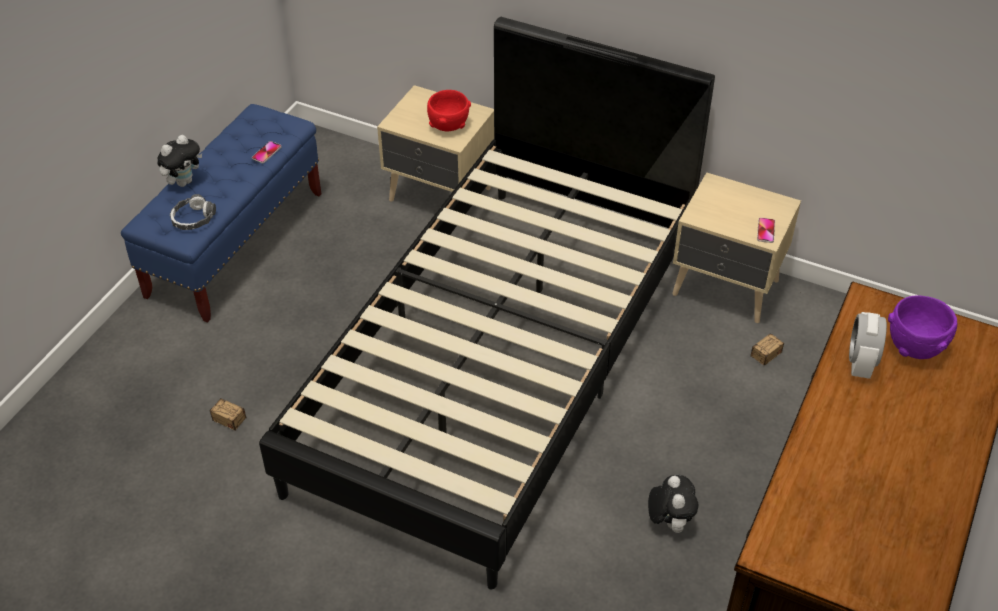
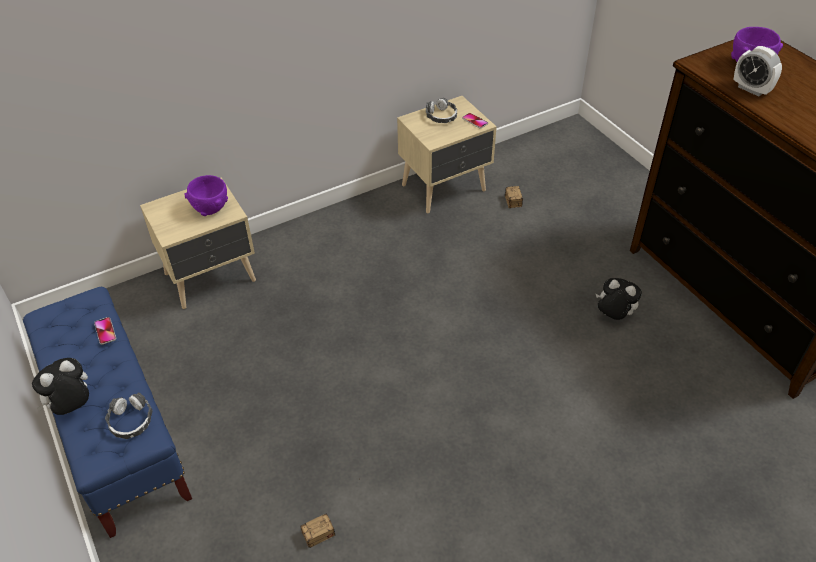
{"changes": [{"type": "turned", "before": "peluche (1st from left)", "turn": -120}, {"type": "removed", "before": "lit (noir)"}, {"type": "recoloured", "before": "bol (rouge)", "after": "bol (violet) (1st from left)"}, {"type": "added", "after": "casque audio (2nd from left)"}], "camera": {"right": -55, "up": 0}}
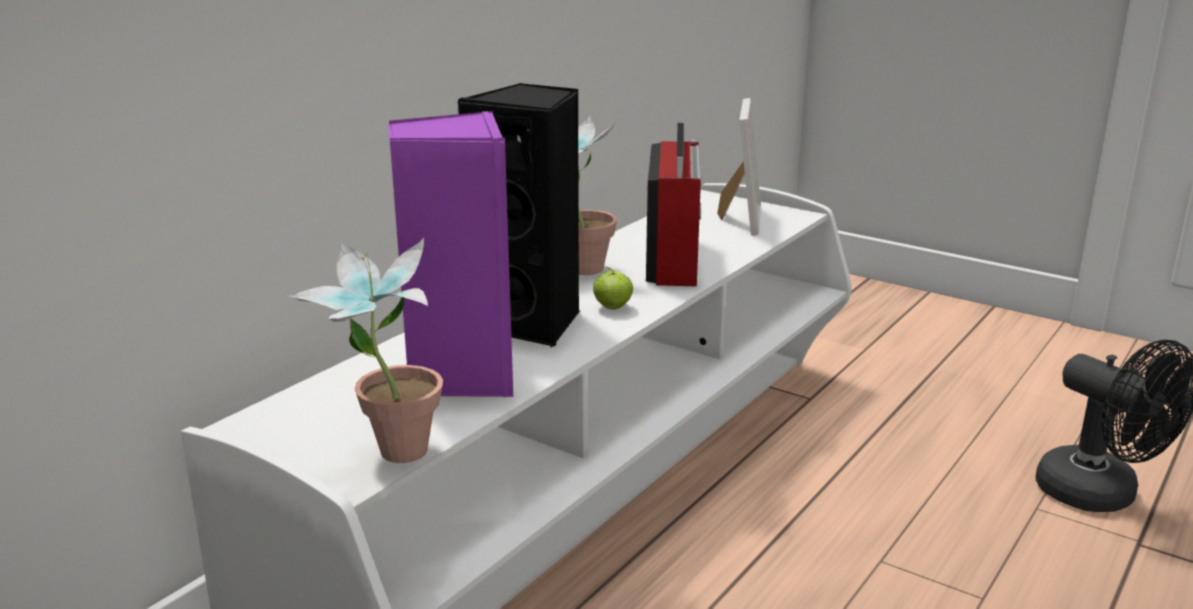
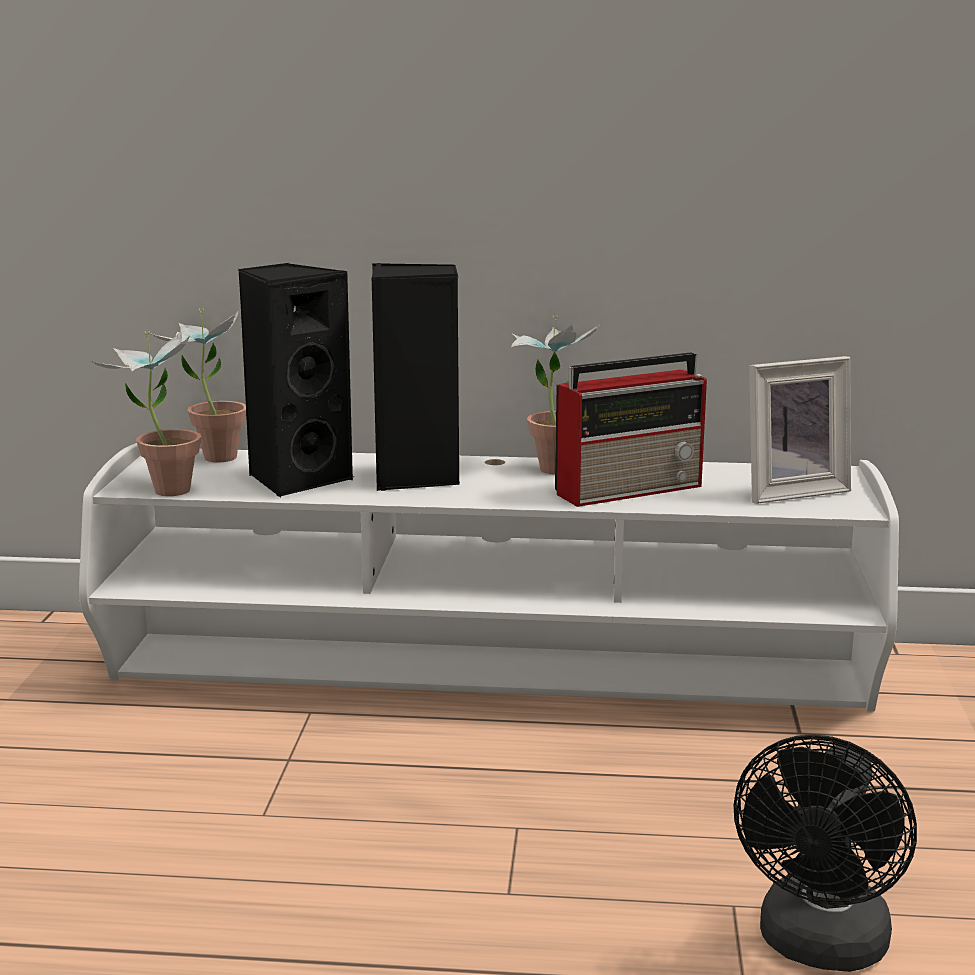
{"changes": [{"type": "recoloured", "before": "enceinte (violet)", "after": "enceinte (noir) (1st from left)"}, {"type": "removed", "before": "pomme"}, {"type": "added", "after": "plante en pot (2nd from left)"}], "camera": {"right": 60, "up": -5}}
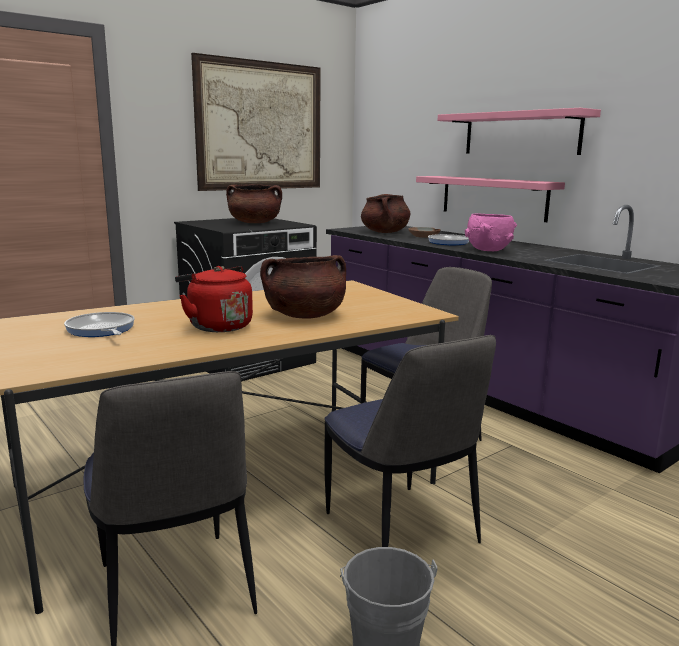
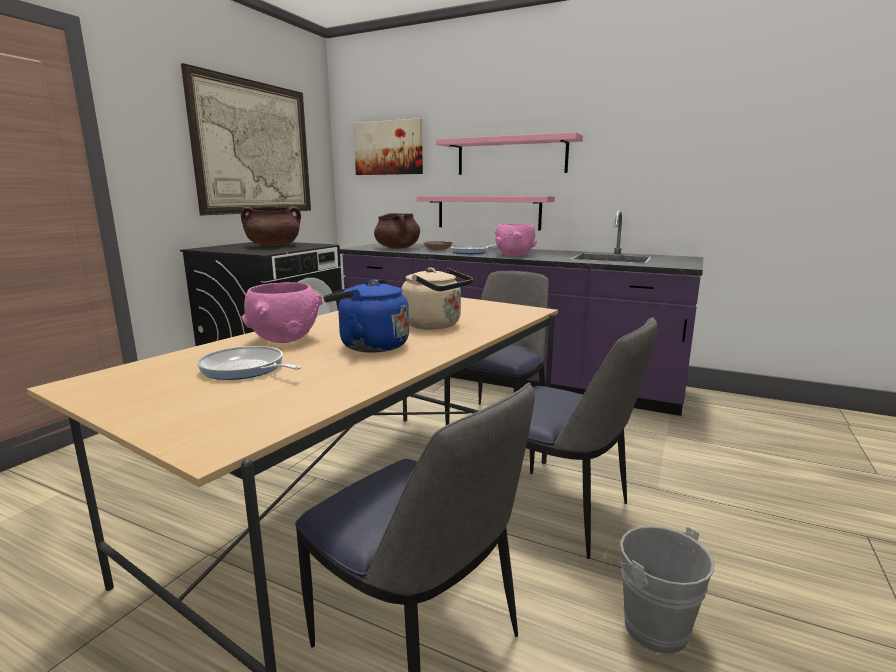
{"changes": [{"type": "recoloured", "before": "bouilloire (rouge)", "after": "bouilloire (bleu)"}, {"type": "replaced", "before": "marmite (marron) (2nd from left)", "after": "bouilloire (beige)"}, {"type": "added", "after": "bol (rose) (1st from left)"}, {"type": "added", "after": "tableau (2nd from left)"}], "camera": {"right": -25, "up": 0}}
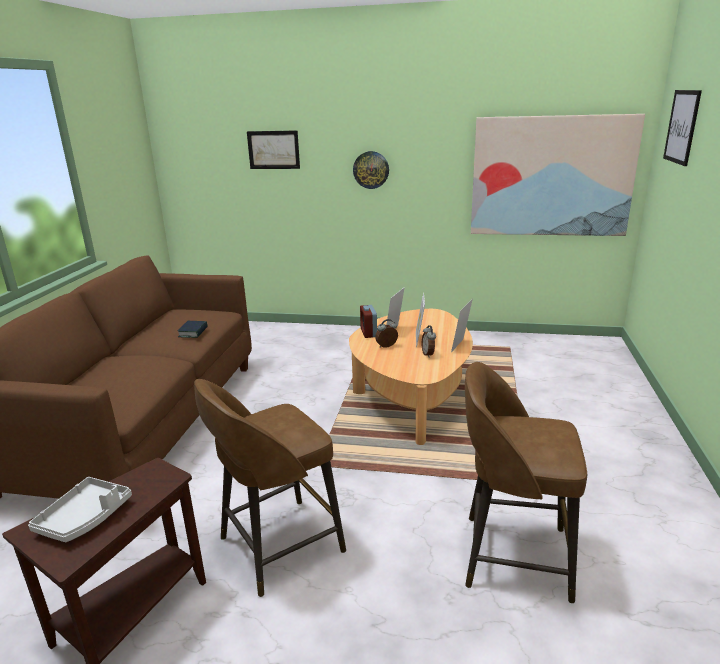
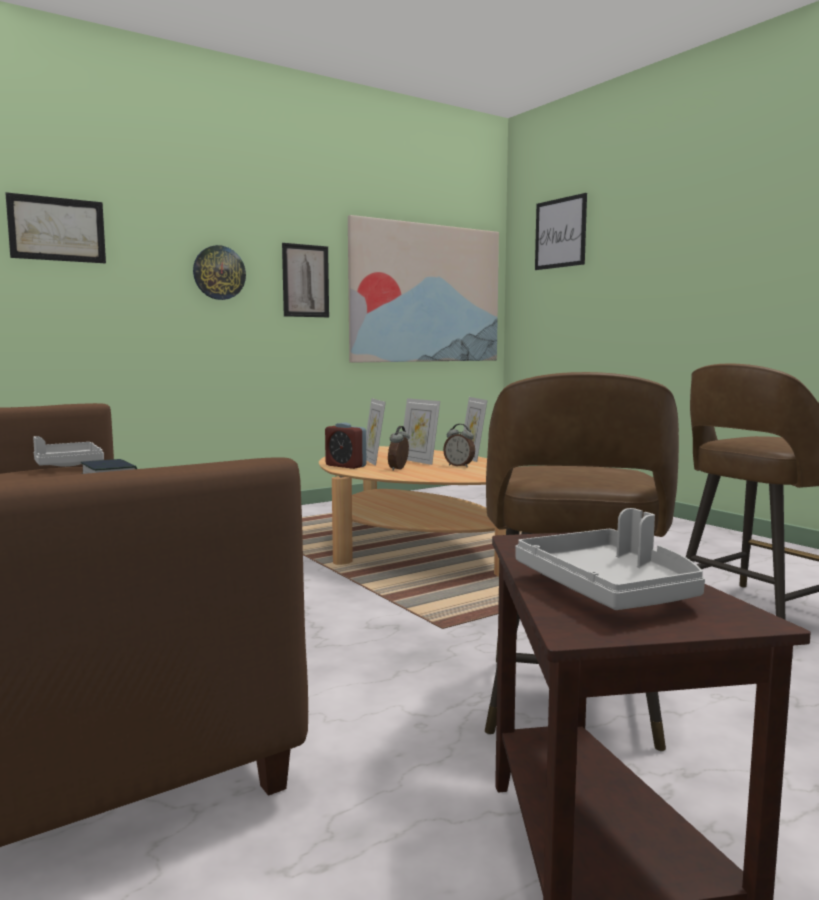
{"changes": [{"type": "added", "after": "plateau (gris) (1st from left)"}, {"type": "added", "after": "tableau (2nd from left)"}], "camera": {"right": -45, "up": -15}}
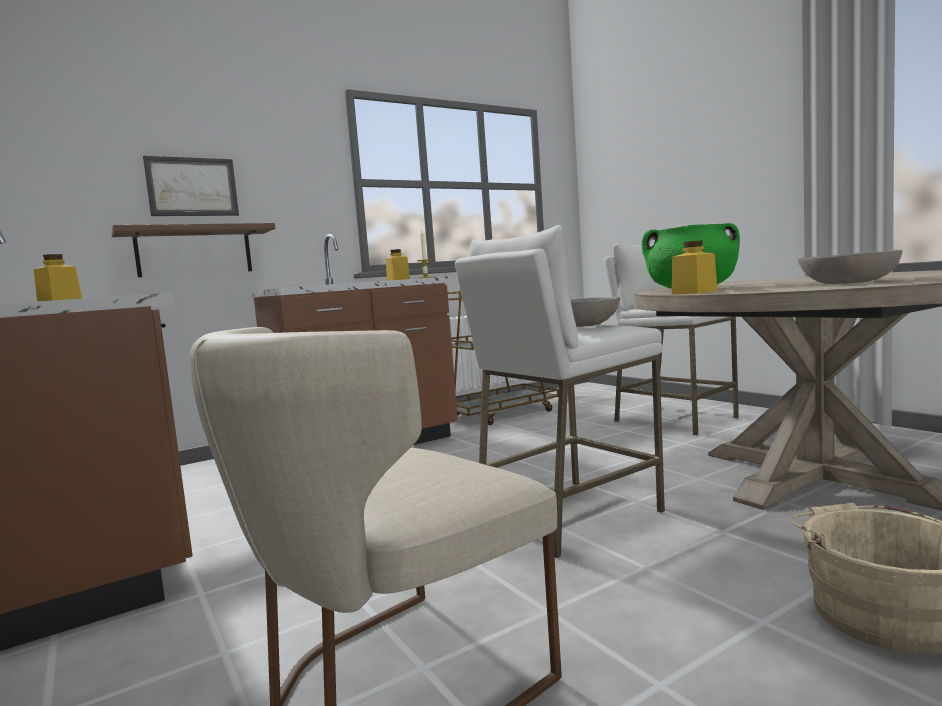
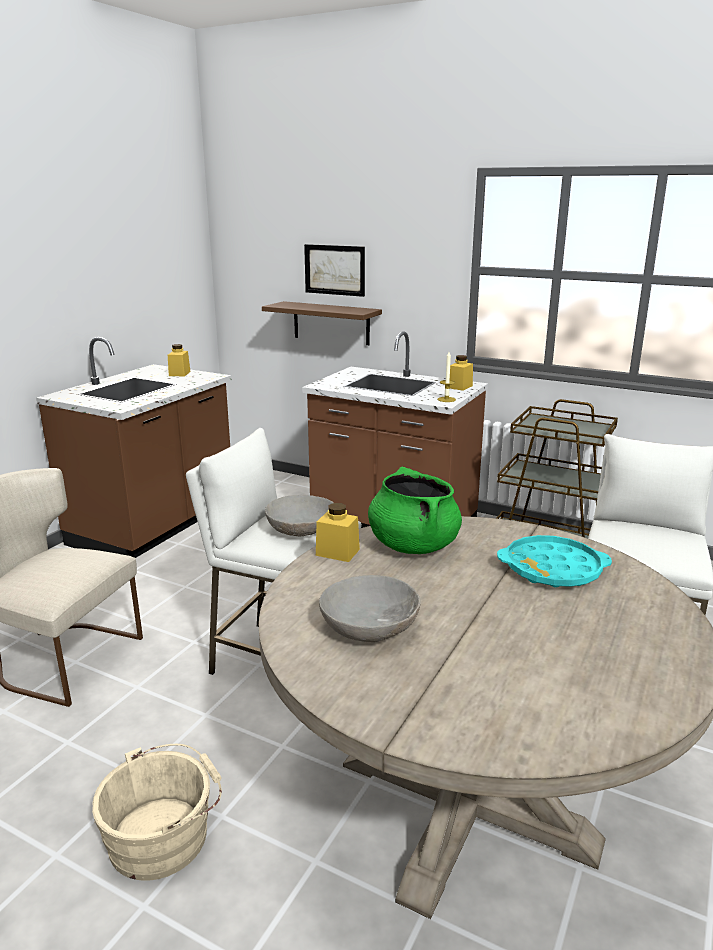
{"changes": [{"type": "added", "after": "plateau (turquoise)"}], "camera": {"right": 60, "up": 15}}
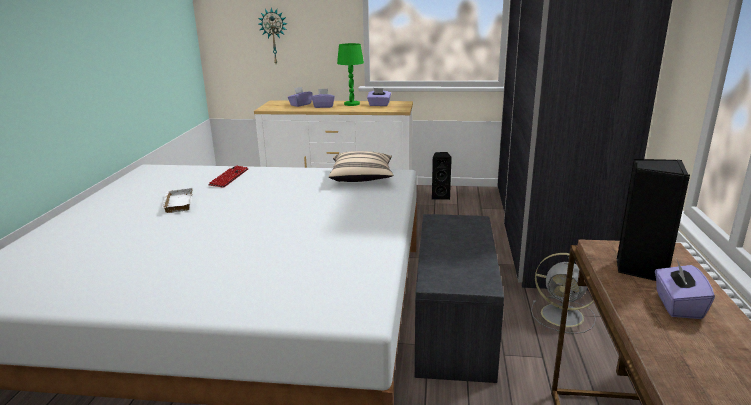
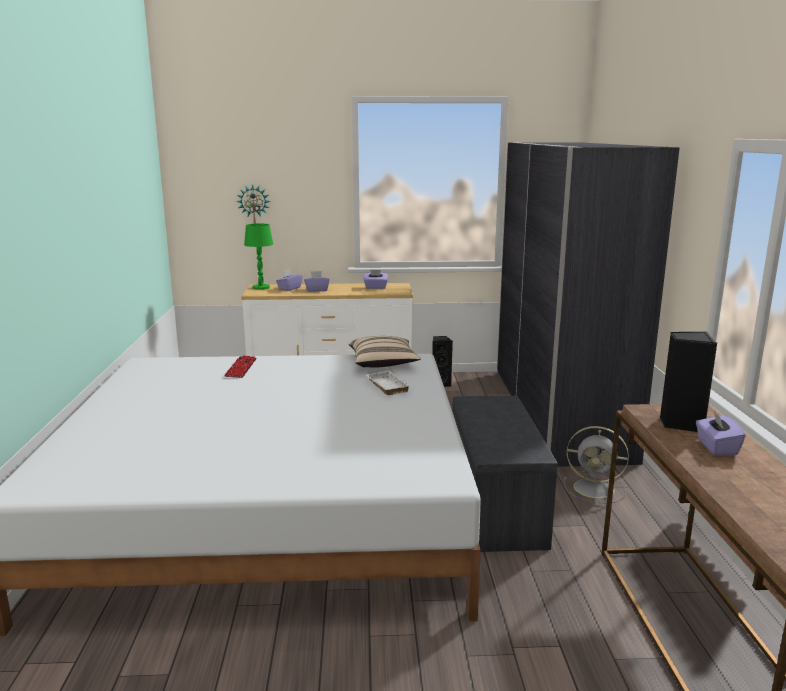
{"changes": [{"type": "moved", "before": "plateau (blanc)"}, {"type": "moved", "before": "lampe de table (vert)"}], "camera": {"right": -10, "up": -5}}
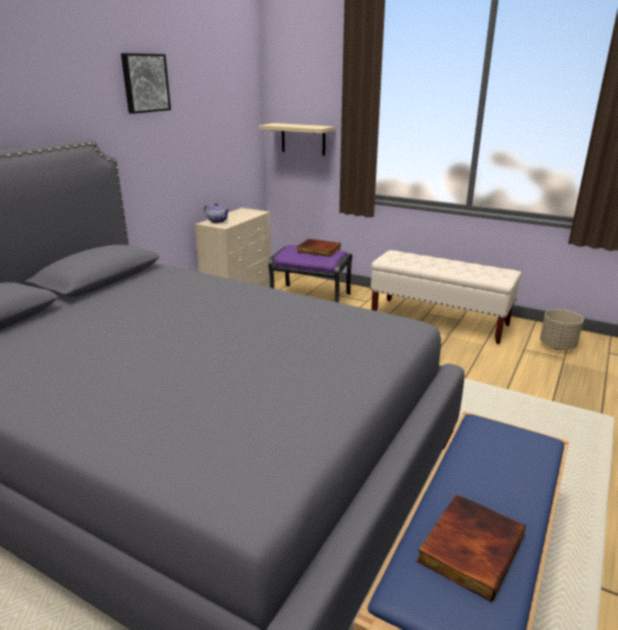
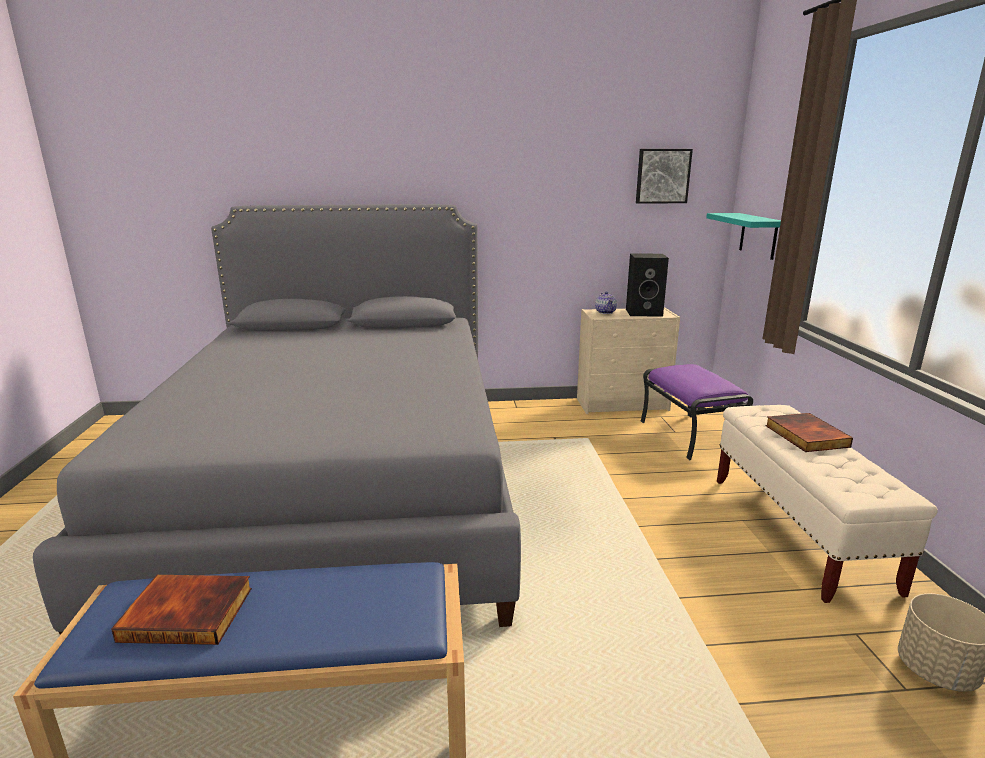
{"changes": [{"type": "moved", "before": "tableau"}, {"type": "recoloured", "before": "étagère (beige)", "after": "étagère (turquoise)"}, {"type": "moved", "before": "livre (1st from left in the first image)", "after": "livre (2nd from left)"}, {"type": "added", "after": "enceinte (noir)"}], "camera": {"right": 55, "up": -5}}
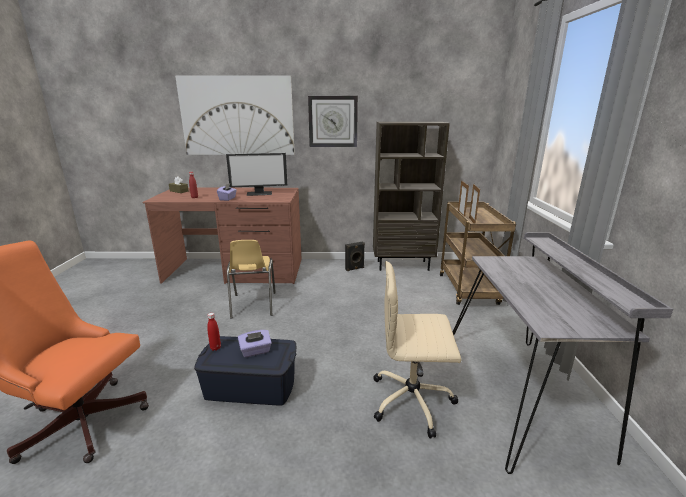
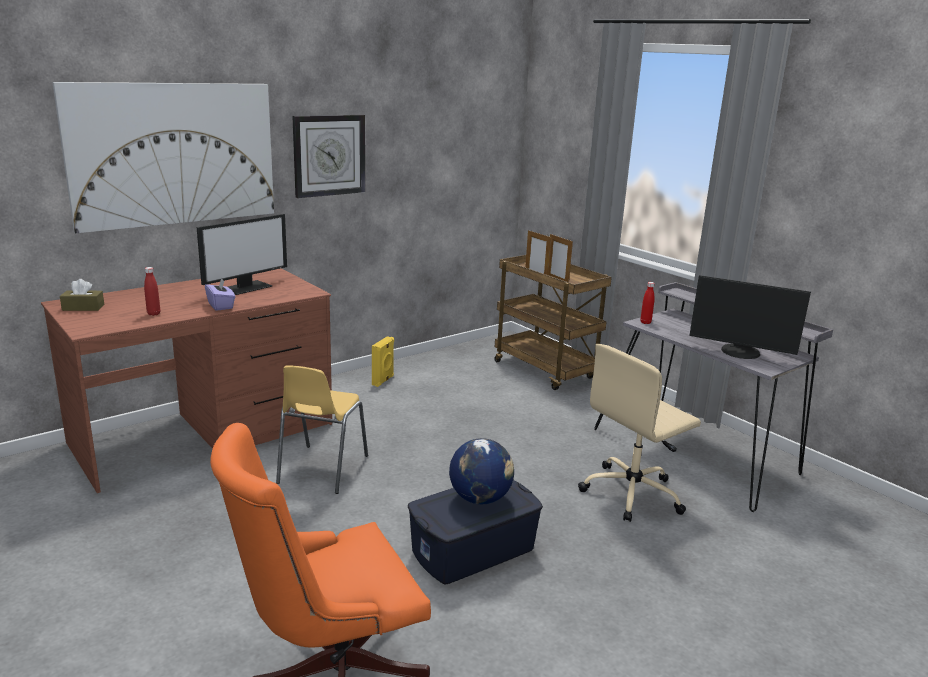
{"changes": [{"type": "moved", "before": "bouteille (rouge) (2nd from left)"}, {"type": "turned", "before": "chaise (jaune)", "turn": 60}, {"type": "replaced", "before": "boîte à mouchoirs (violet) (2nd from left)", "after": "globe"}, {"type": "recoloured", "before": "enceinte (noir)", "after": "enceinte (jaune)"}, {"type": "removed", "before": "bibliothèque (marron)"}, {"type": "added", "after": "écran d'ordinateur (2nd from left)"}], "camera": {"right": -40, "up": 0}}
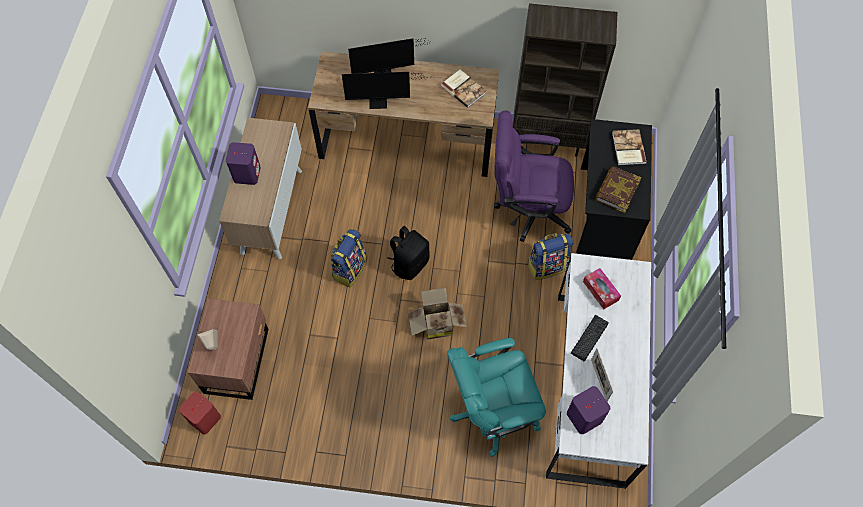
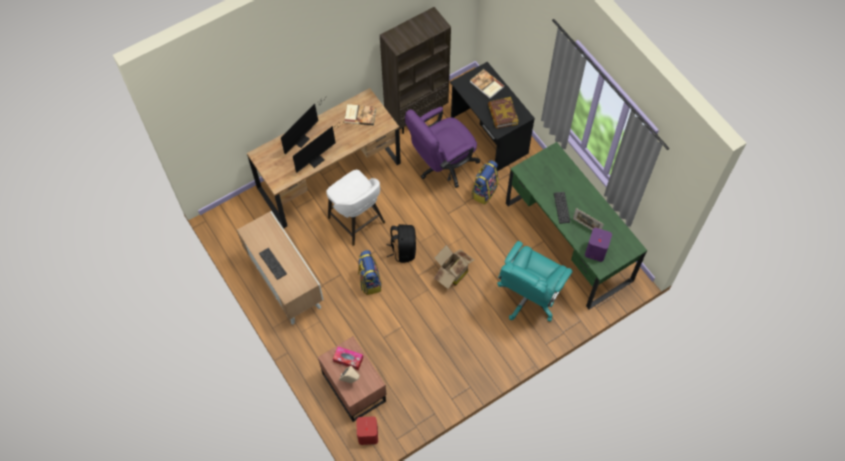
{"changes": [{"type": "replaced", "before": "enceinte (violet) (1st from left)", "after": "clavier (1st from left)"}, {"type": "recoloured", "before": "bureau (blanc)", "after": "bureau (vert)"}, {"type": "moved", "before": "boîte à mouchoirs"}, {"type": "added", "after": "tabouret (blanc)"}], "camera": {"right": -40, "up": 0}}
